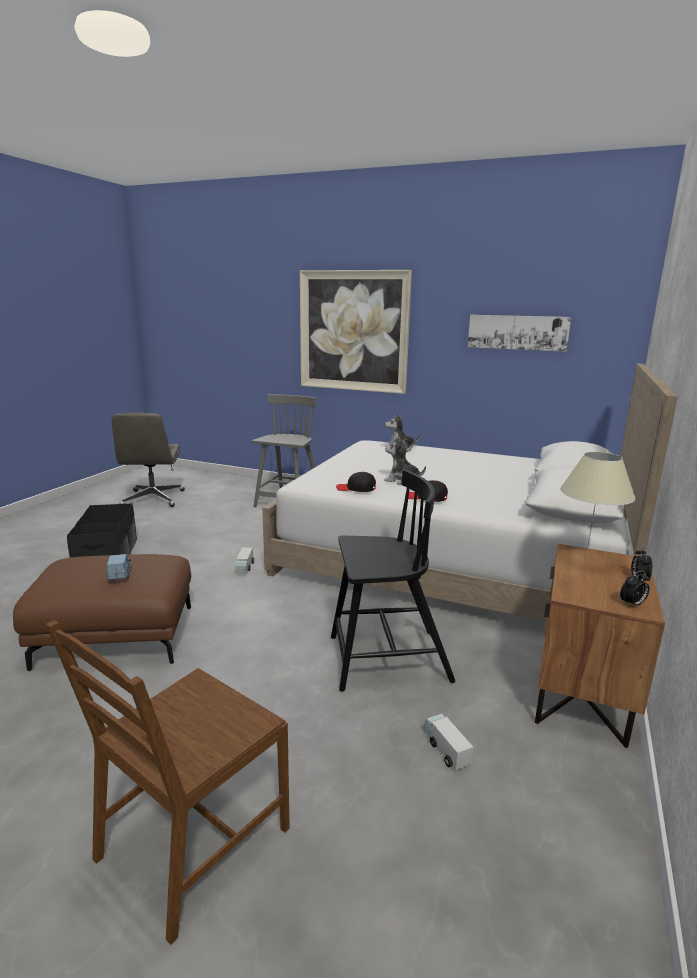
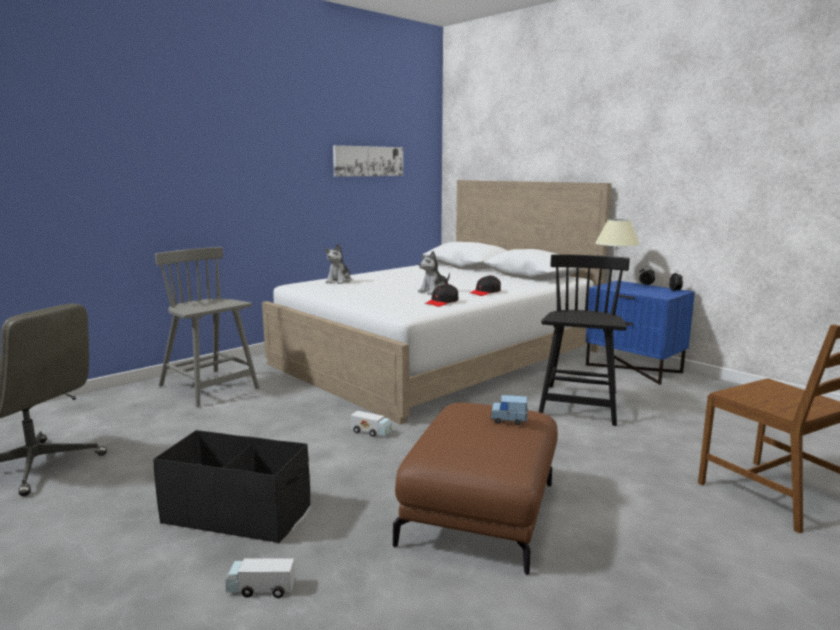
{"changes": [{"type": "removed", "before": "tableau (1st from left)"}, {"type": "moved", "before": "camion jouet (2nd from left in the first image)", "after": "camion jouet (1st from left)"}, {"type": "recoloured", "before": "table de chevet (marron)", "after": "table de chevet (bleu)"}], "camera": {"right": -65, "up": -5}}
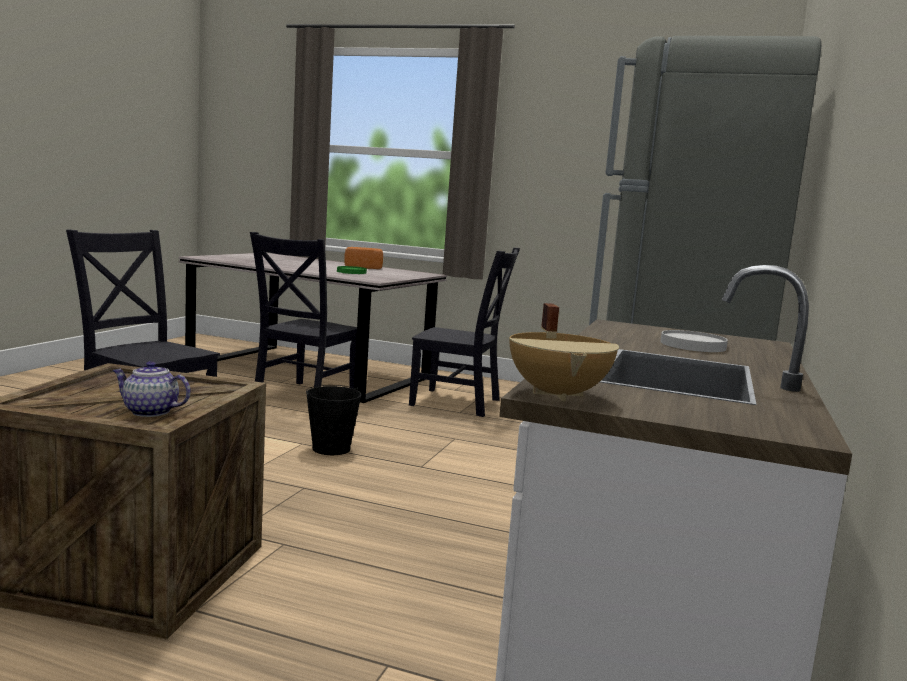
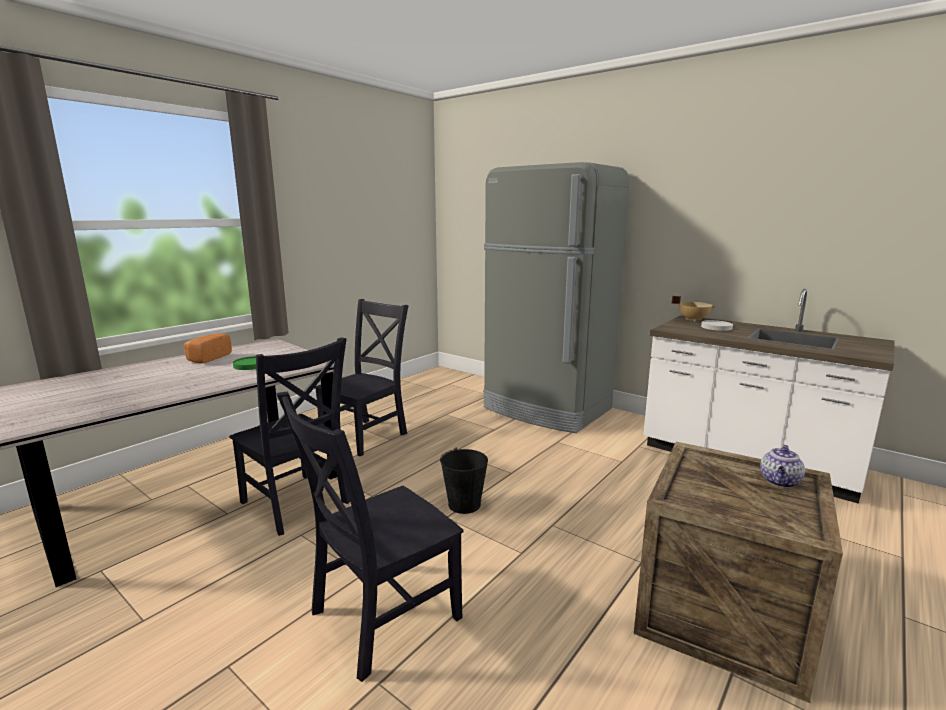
{"changes": [{"type": "moved", "before": "marmite (beige)"}], "camera": {"right": -70, "up": 5}}
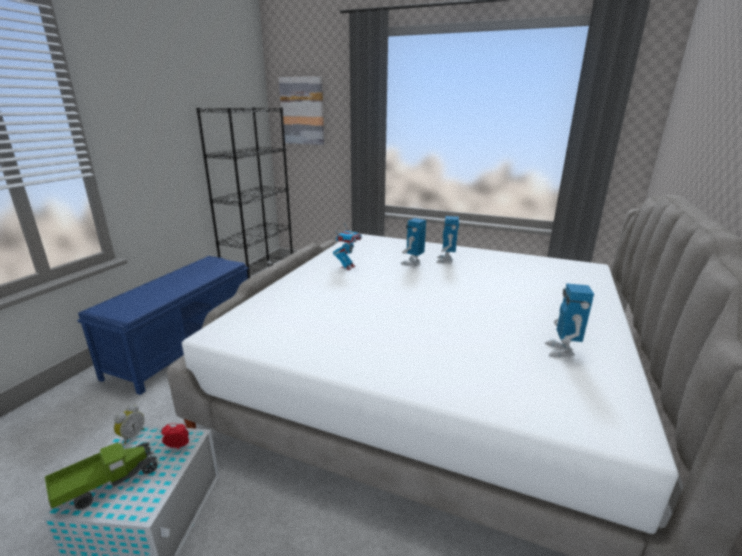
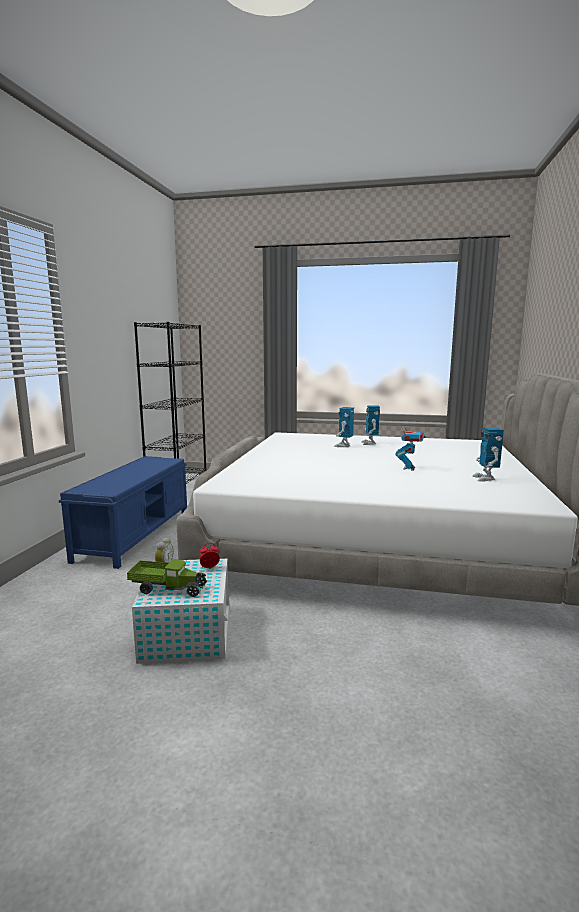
{"changes": [{"type": "turned", "before": "camion jouet", "turn": 60}, {"type": "removed", "before": "tableau"}, {"type": "moved", "before": "robot jouet (1st from left in the first image)", "after": "robot jouet (3rd from left)"}], "camera": {"right": -10, "up": -10}}
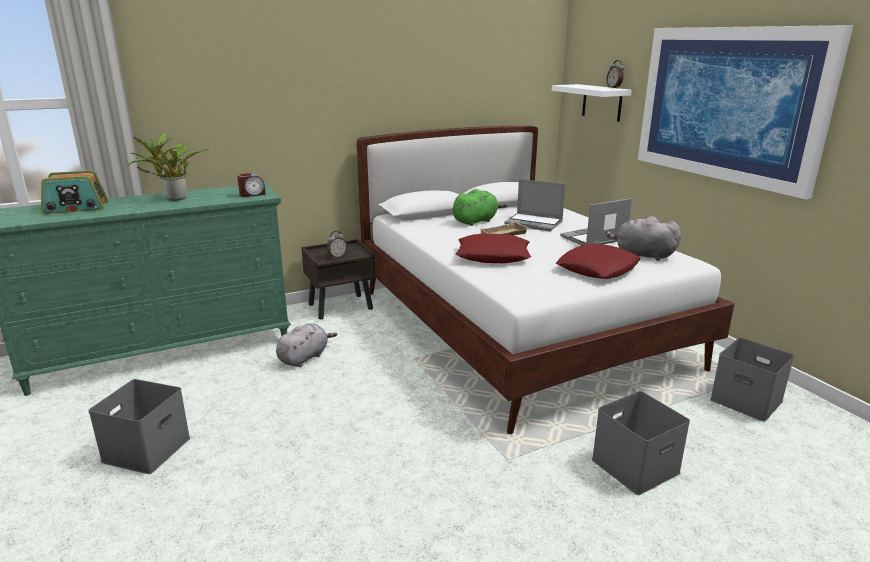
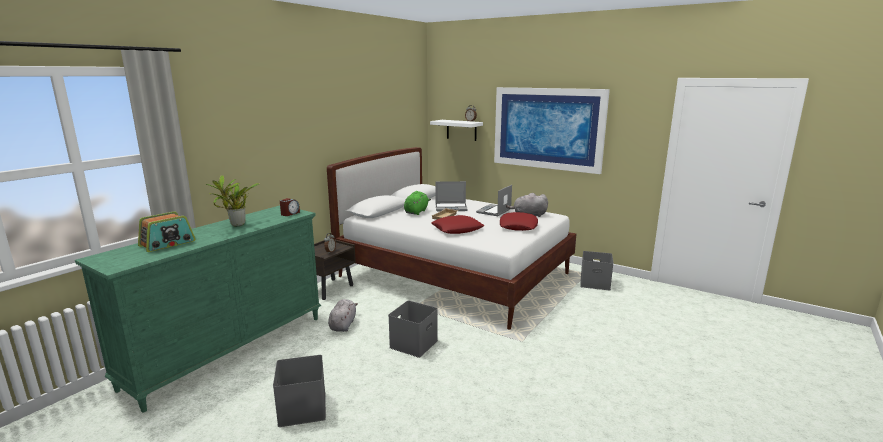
{"changes": [{"type": "moved", "before": "boîte de rangement (gris) (2nd from left)"}], "camera": {"right": -30, "up": -5}}
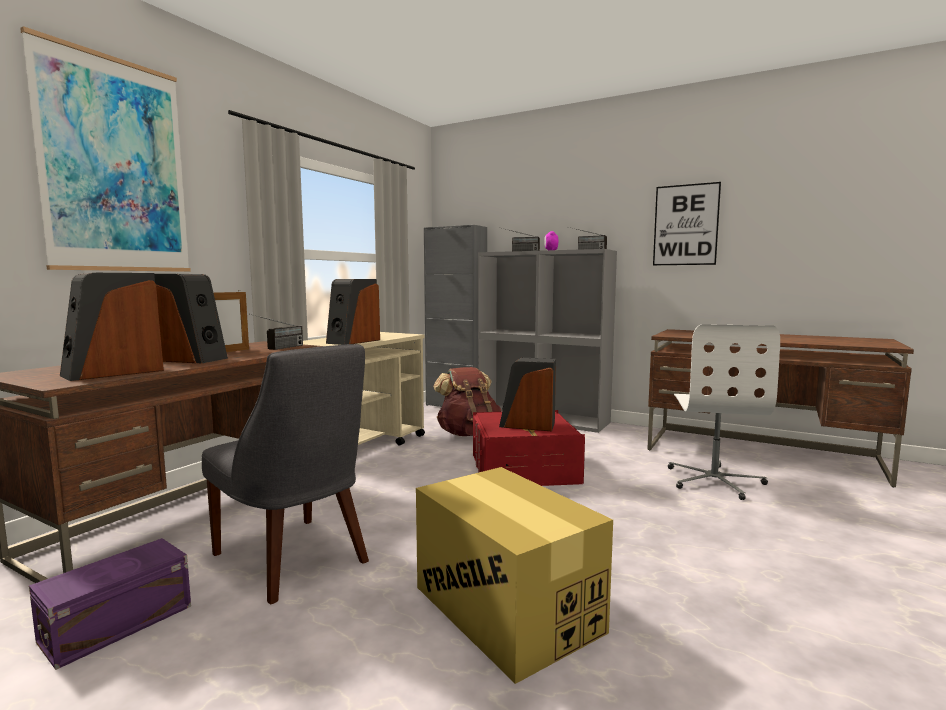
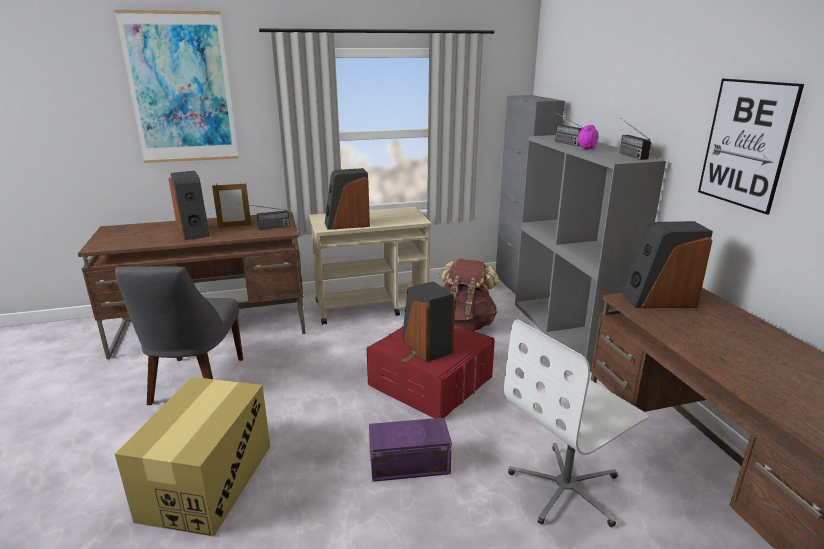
{"changes": [{"type": "moved", "before": "boîte de rangement (violet)"}, {"type": "moved", "before": "enceinte (1st from left in the first image)", "after": "enceinte (4th from left)"}], "camera": {"right": 45, "up": 15}}
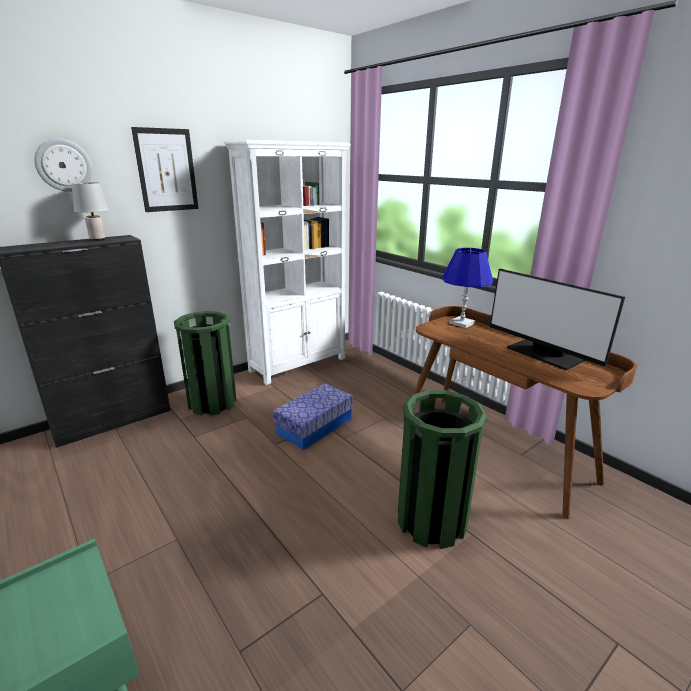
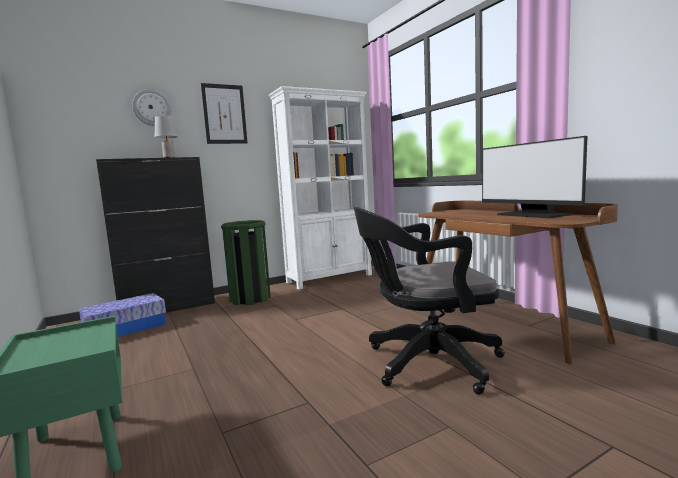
{"changes": [{"type": "moved", "before": "boîte de rangement"}, {"type": "replaced", "before": "poubelle (vert) (2nd from left)", "after": "chaise de bureau (noir)"}, {"type": "removed", "before": "lampe de table (bleu)"}], "camera": {"right": 10, "up": -15}}
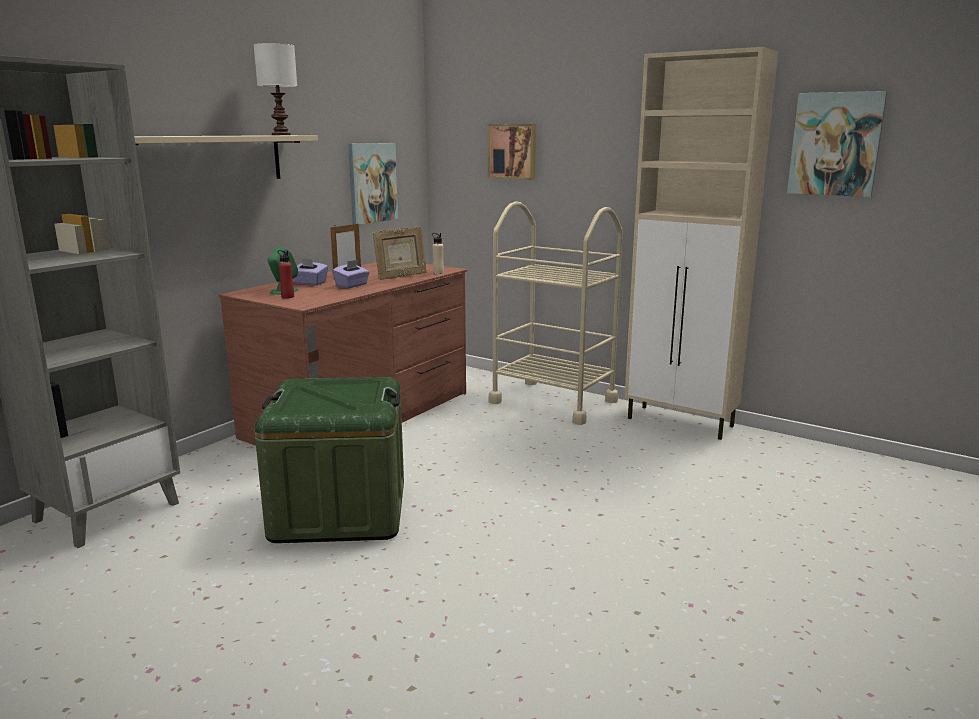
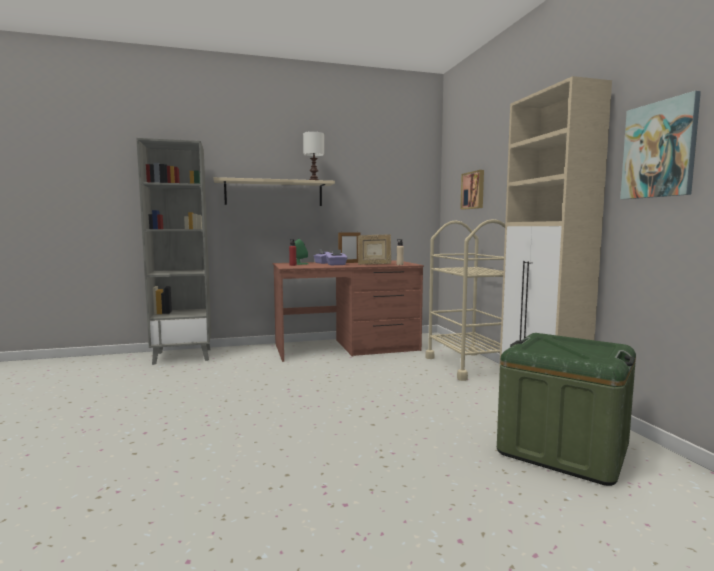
{"changes": [{"type": "moved", "before": "boîte de rangement (vert)"}, {"type": "removed", "before": "tableau (1st from left)"}], "camera": {"right": 40, "up": -10}}
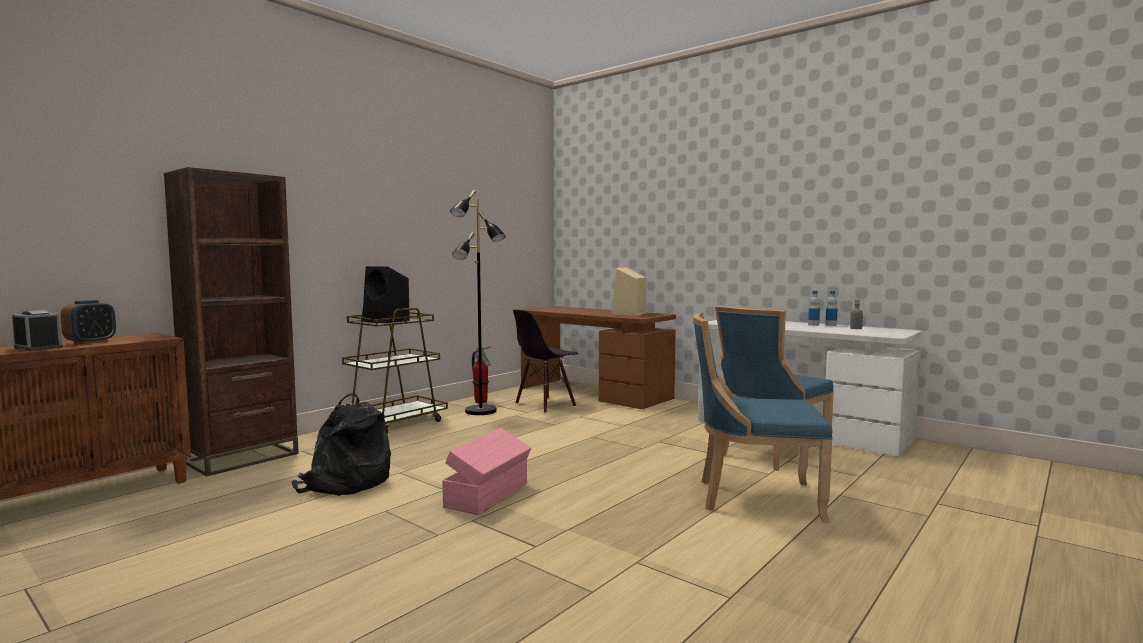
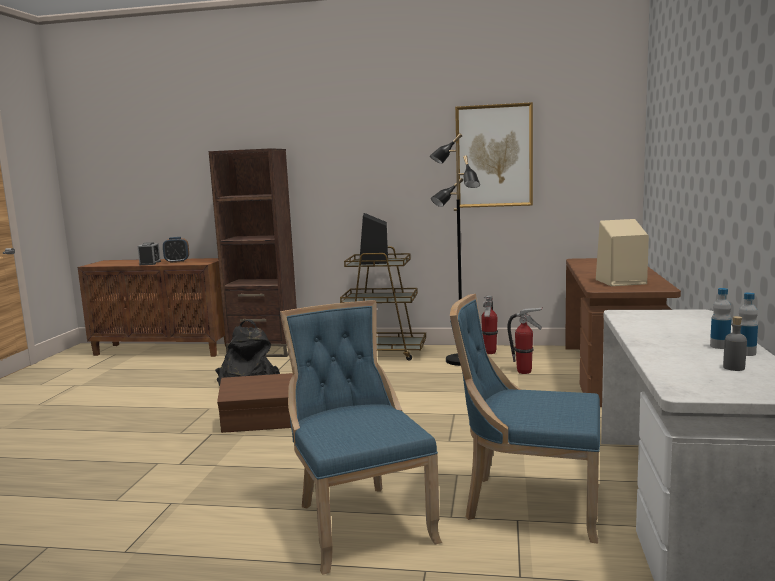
{"changes": [{"type": "recoloured", "before": "boîte de rangement (rose)", "after": "boîte de rangement (marron)"}, {"type": "replaced", "before": "chaise (noir)", "after": "extincteur (2nd from left)"}, {"type": "added", "after": "tableau"}], "camera": {"right": 60, "up": 5}}
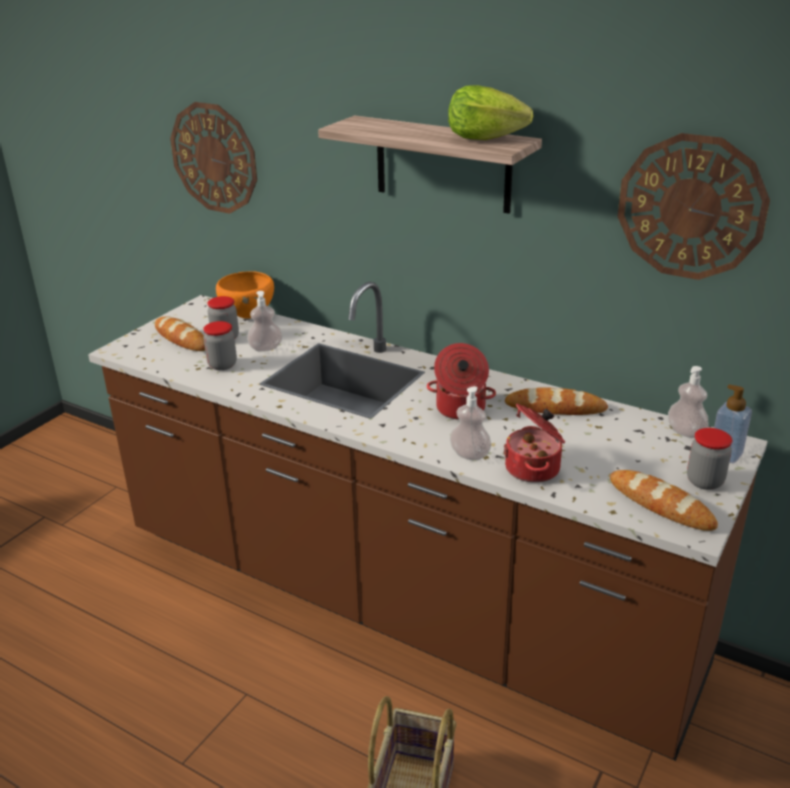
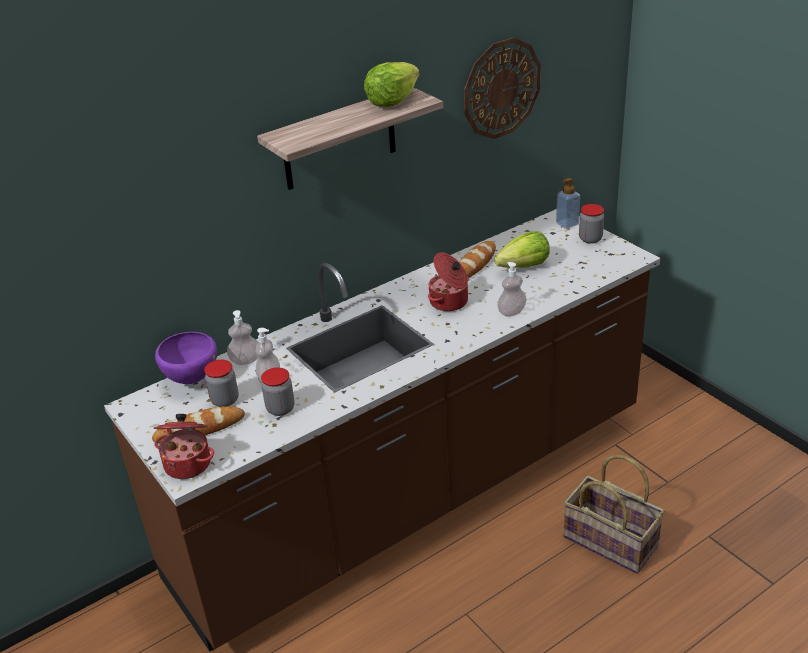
{"changes": [{"type": "removed", "before": "horloge murale (1st from left)"}, {"type": "recoloured", "before": "bol (orange)", "after": "bol (violet)"}, {"type": "moved", "before": "marmite (2nd from left in the first image)", "after": "marmite (1st from left)"}, {"type": "removed", "before": "pain (3rd from left)"}, {"type": "moved", "before": "distributeur de savon (3rd from left in the first image)", "after": "distributeur de savon (1st from left)"}, {"type": "added", "after": "laitue (2nd from left)"}], "camera": {"right": -65, "up": 5}}
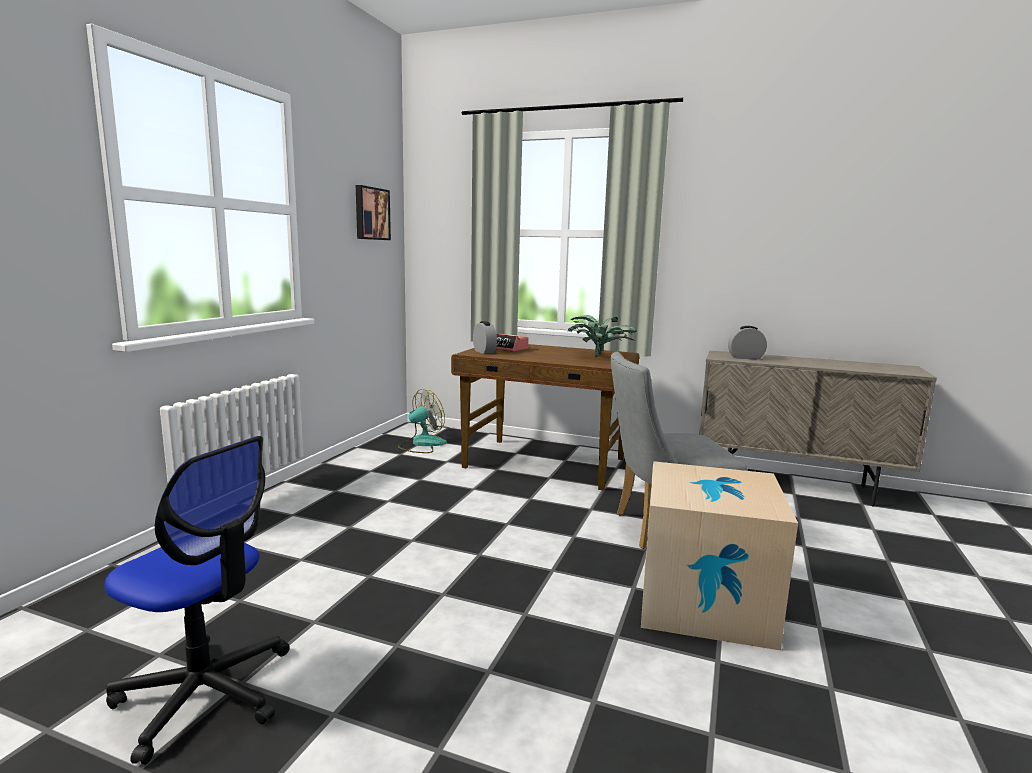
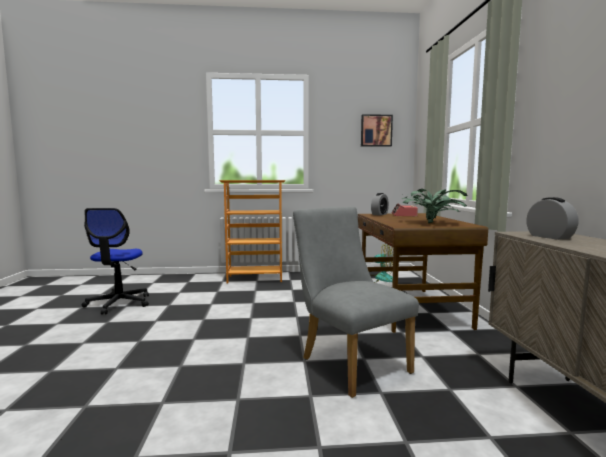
{"changes": [{"type": "removed", "before": "carton"}, {"type": "added", "after": "bibliothèque"}], "camera": {"right": 65, "up": -5}}
